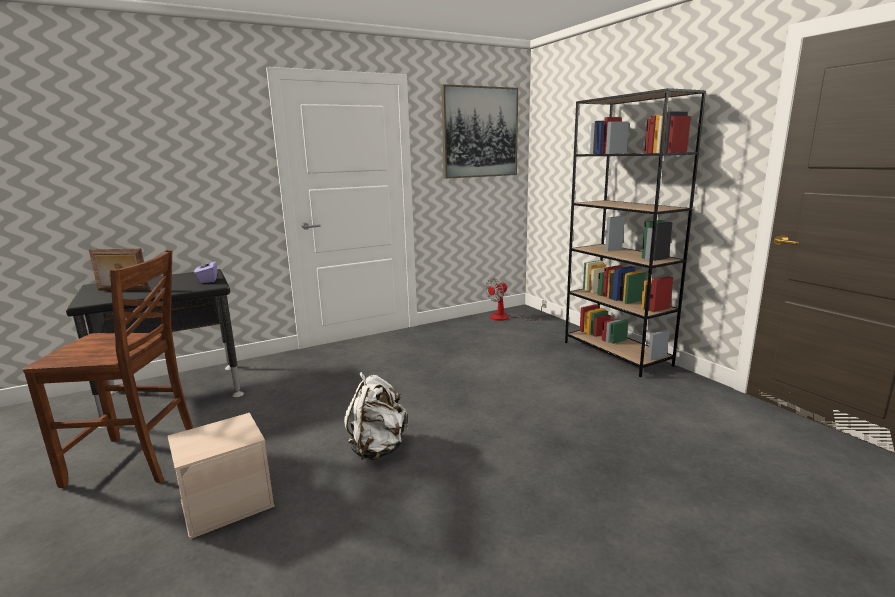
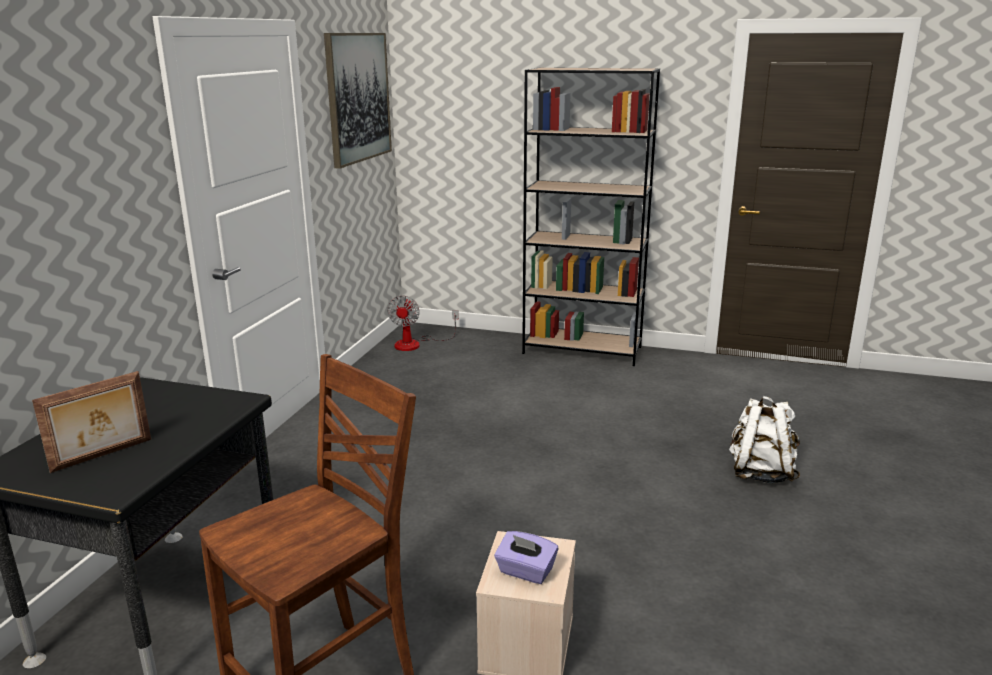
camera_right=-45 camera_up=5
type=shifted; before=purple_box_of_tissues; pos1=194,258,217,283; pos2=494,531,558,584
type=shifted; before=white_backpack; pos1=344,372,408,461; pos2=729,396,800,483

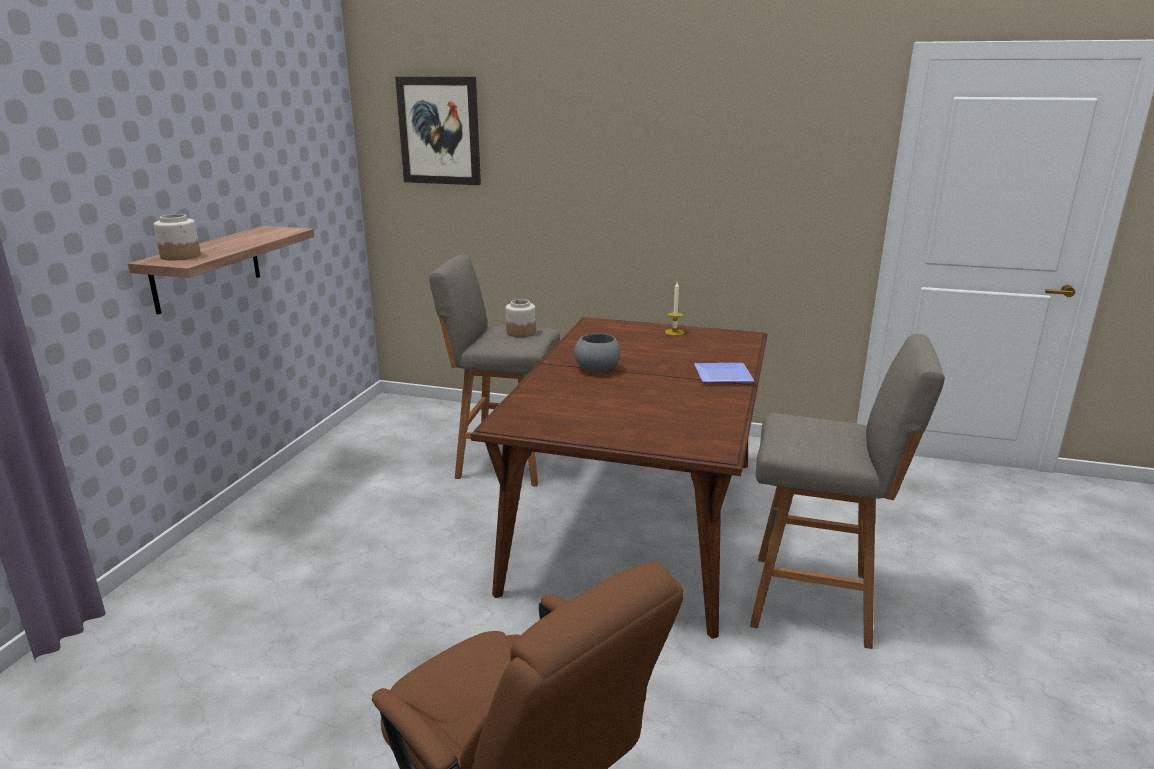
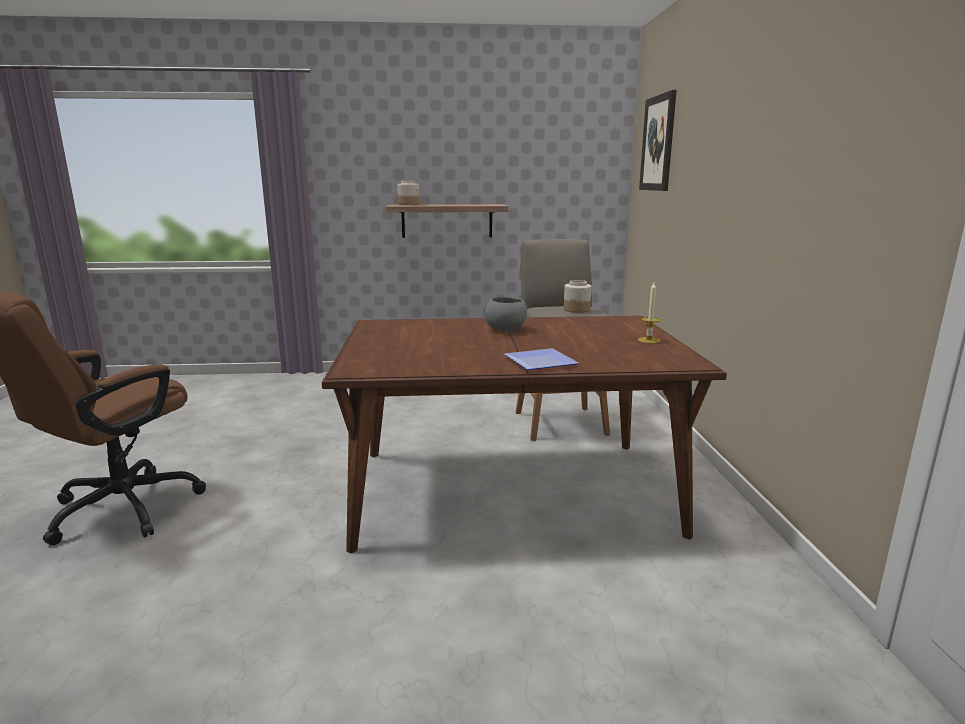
camera_right=70 camera_up=-5
type=gone; before=gray_stool; pos1=750,334,945,649

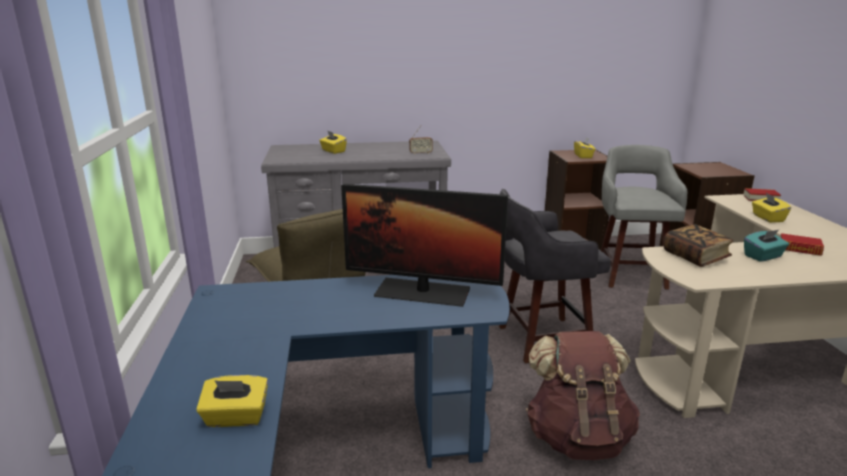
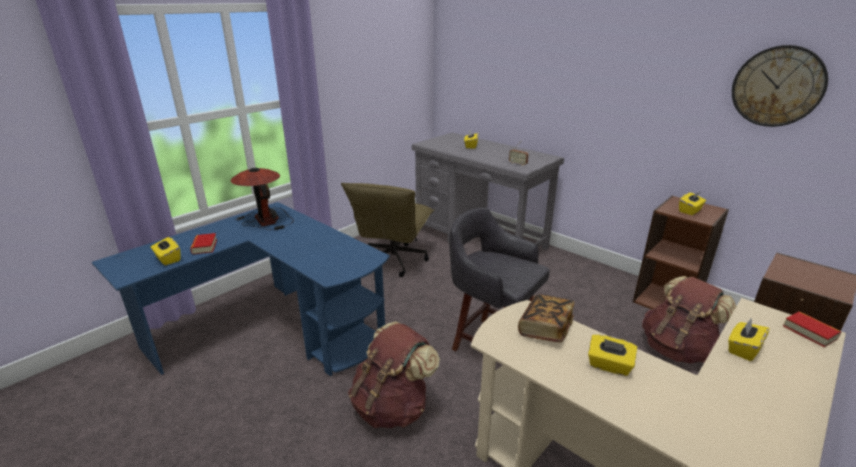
camera_right=50 camera_up=5
type=gone; before=computer_screen; pos1=341,184,508,307
type=swapped; before=gray_stool; after=brown_backpack; pos1=601,145,687,290; pos2=642,276,736,363
type=repainted; before=turquoise-coloured_box_of_tissues; after=yellowish_box_of_tissues; pos1=744,230,789,262; pos2=588,335,637,376
type=shifted; before=book; pos1=780,233,824,256; pos2=190,233,217,254
type=new; after=table_lamp; pos2=231,168,294,230
type=new; after=clock_on_the_wall; pos2=732,45,828,127

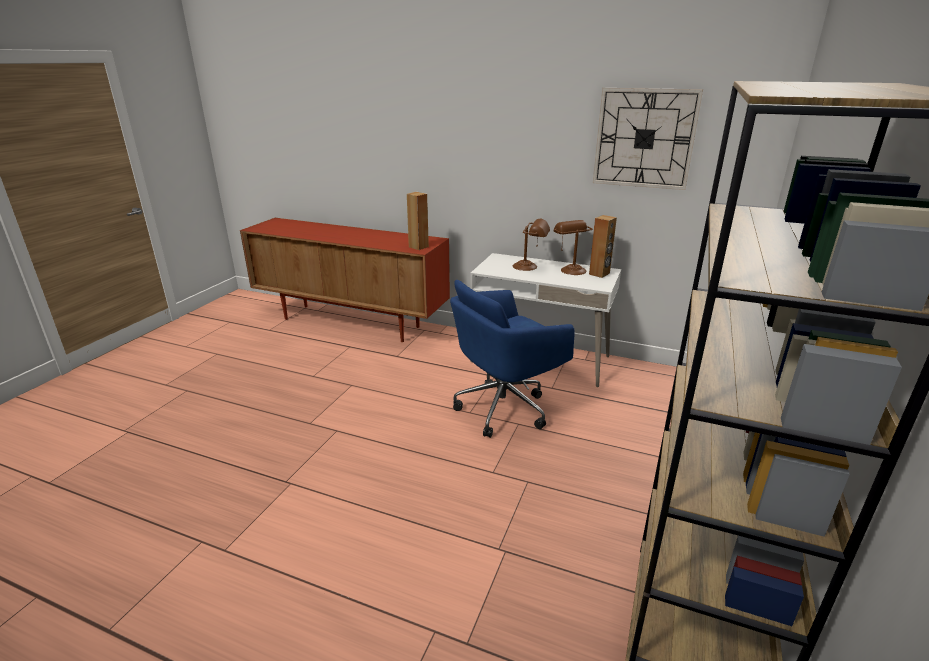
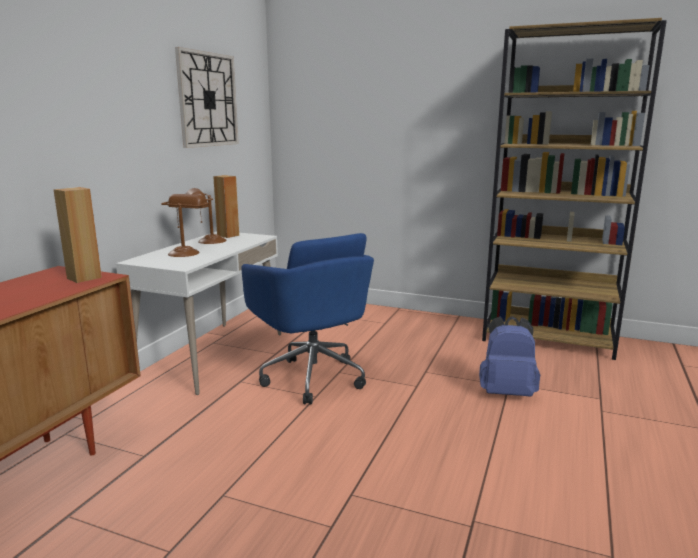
camera_right=-90 camera_up=-10
type=new; after=blue_backpack; pos2=479,316,540,397

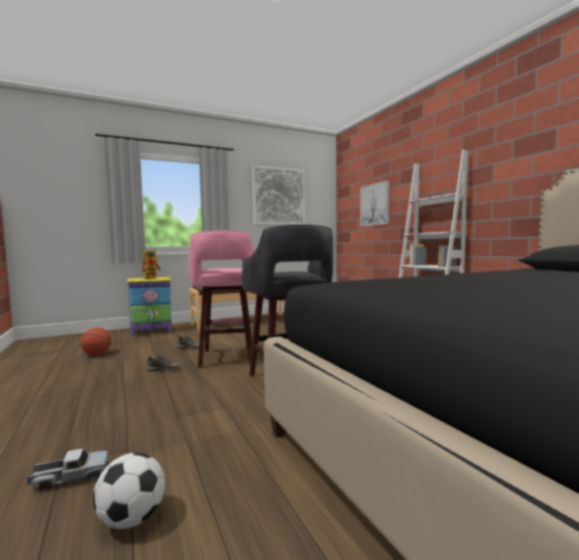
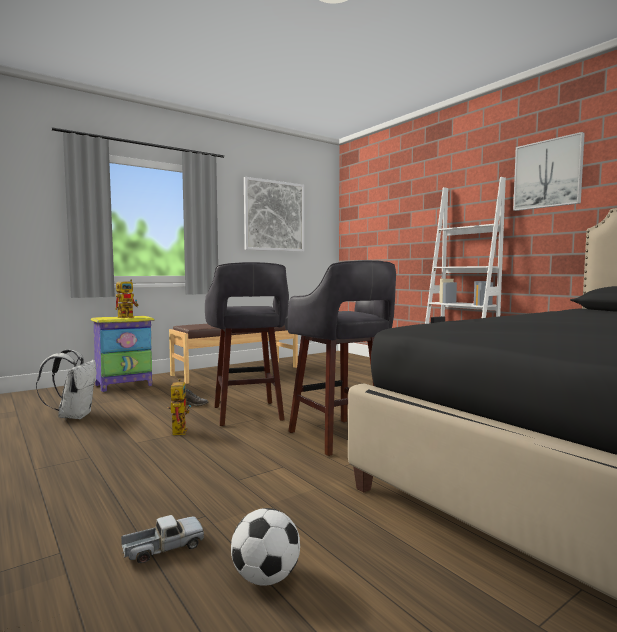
camera_right=-10 camera_up=0
type=swapped; before=basketball_ball; after=white_backpack; pos1=80,328,112,355; pos2=36,349,96,419
type=swapped; before=gray_shoe; after=toy_robot; pos1=146,355,180,371; pos2=167,379,191,435
type=repainted; before=pink-coloured_stool; after=gray_stool; pos1=188,231,255,367; pos2=205,262,289,426
type=shifted; before=wall_picture; pos1=360,180,389,226; pos2=513,132,585,211

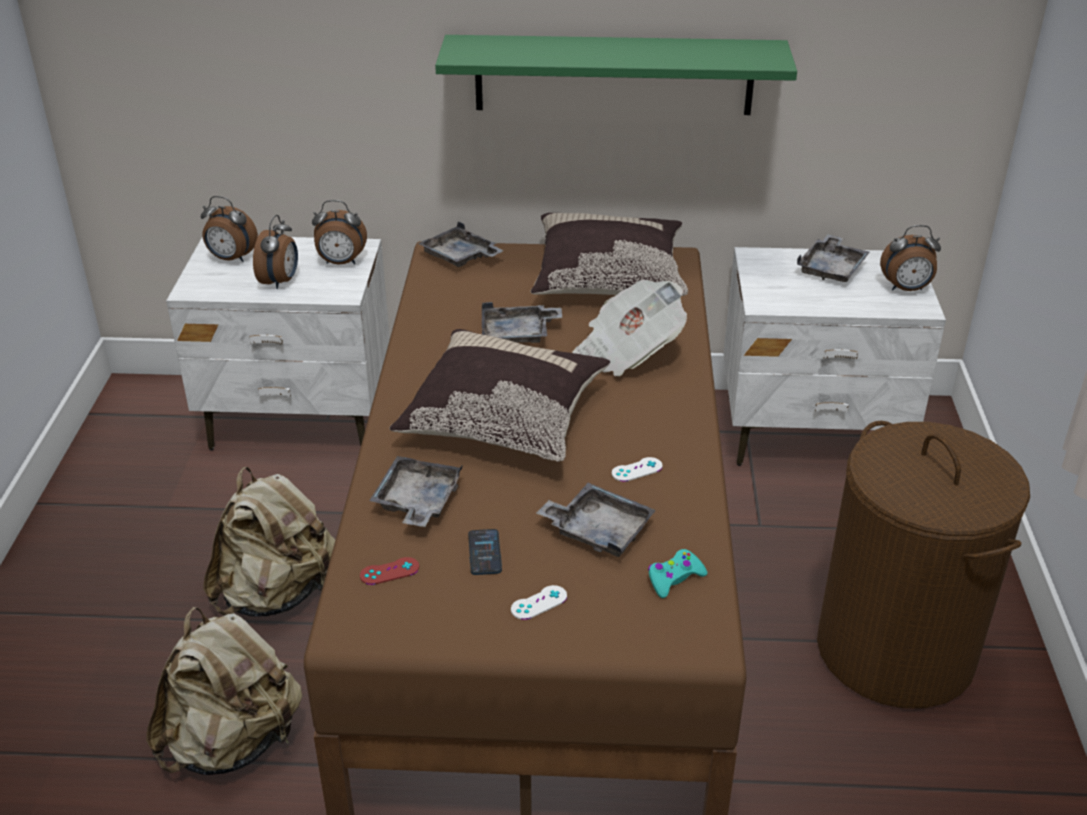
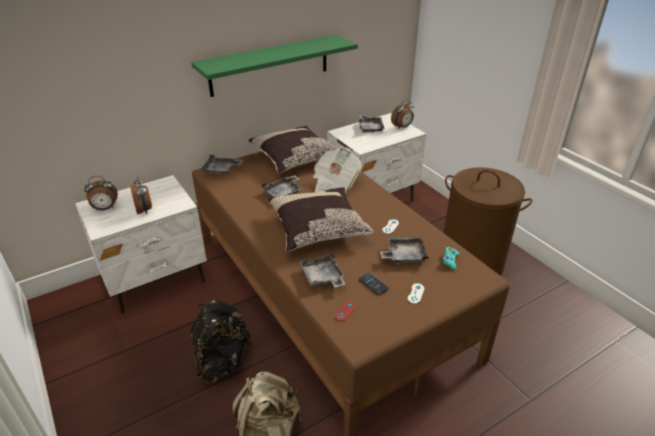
camera_right=-35 camera_up=0
type=repainted; before=sand-coloured_backpack; after=black-coloured_backpack; pos1=203,467,335,617; pos2=190,300,252,383
type=gone; before=alarm_clock; pos1=312,200,367,264

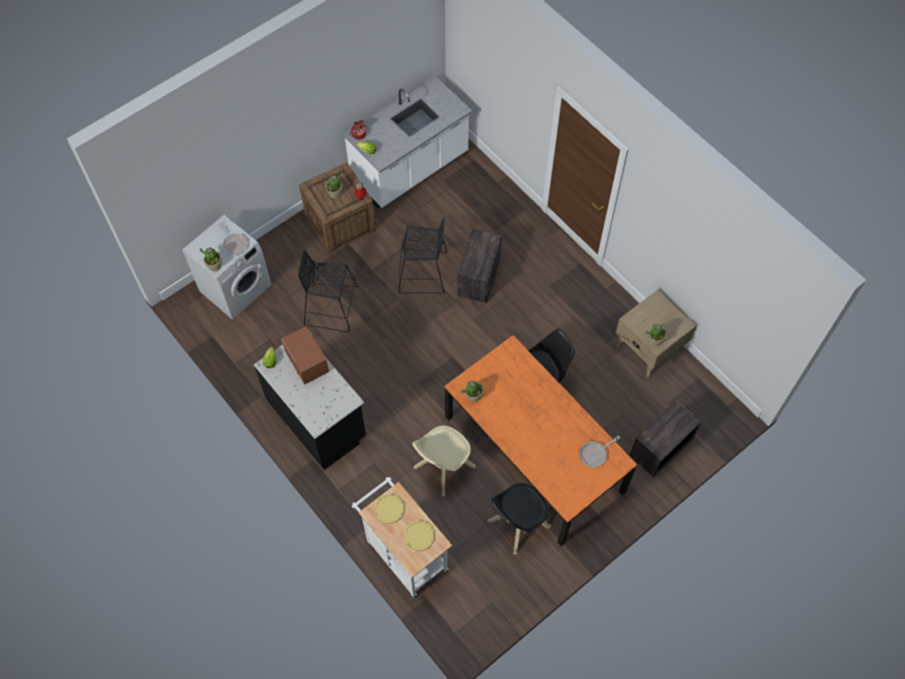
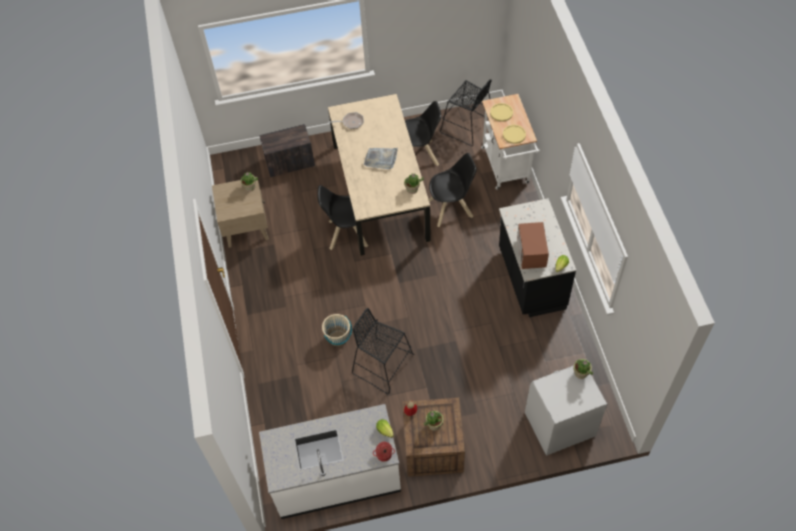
camera_right=-150 camera_up=-5
type=gone; before=skillet; pos1=218,223,248,256
type=shifted; before=black-coloured_stool; pos1=298,250,359,333; pos2=440,79,491,146
type=repainted; before=sand-coloured_plain_chair; after=black-coloured_plain_chair; pos1=412,425,476,497; pos2=429,153,477,227
type=repainted; before=orangey_kitchen_table; after=sand-coloured_kitchen_table; pos1=444,335,637,546; pos2=328,94,431,256
type=swapped; before=crate; after=sand-coloured_water_bucket; pos1=458,229,502,303; pos2=322,314,352,347
type=new; after=gray_carrying_tray; pos2=364,148,398,169

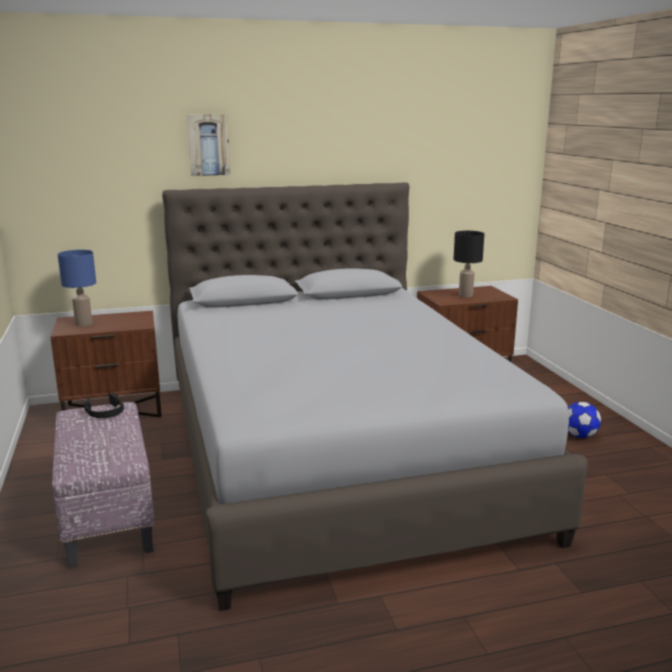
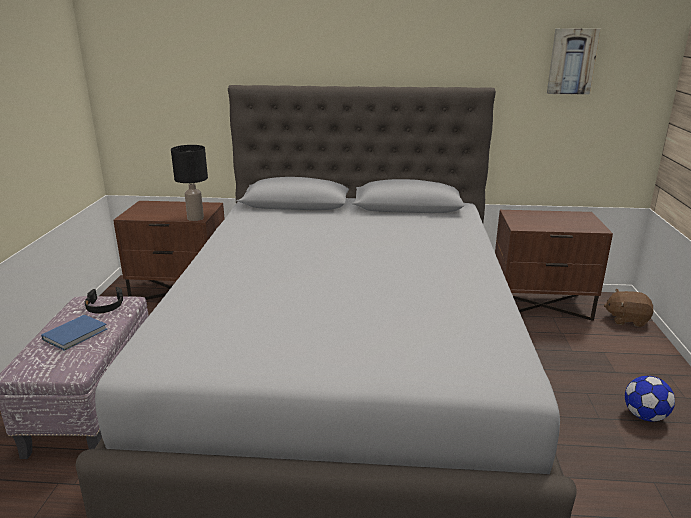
camera_right=20 camera_up=5
type=gone; before=blue_table_lamp; pos1=57,250,96,327
type=shifted; before=wall_picture; pos1=187,114,230,176; pos2=547,28,600,95
type=shifted; before=black-coloured_table_lamp; pos1=453,231,484,298; pos2=171,145,208,221
type=new; after=blue_book; pos2=41,315,107,351
type=new; after=brown_cuddly_toy; pos2=604,289,653,327

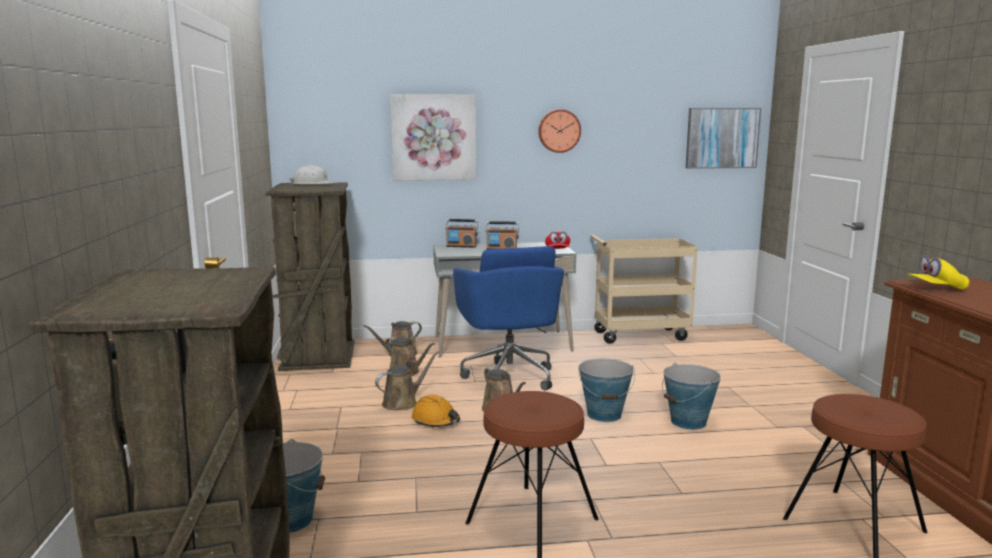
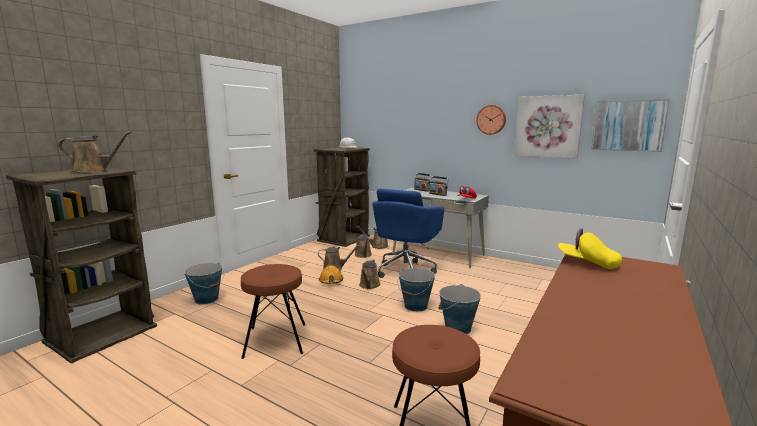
camera_right=40 camera_up=0
type=shifted; before=wall_picture; pos1=390,94,476,180; pos2=514,95,585,159
type=gone; before=sand-coloured_trolley; pos1=590,234,698,344
type=new; after=brown_watering_can; pos2=58,131,131,172

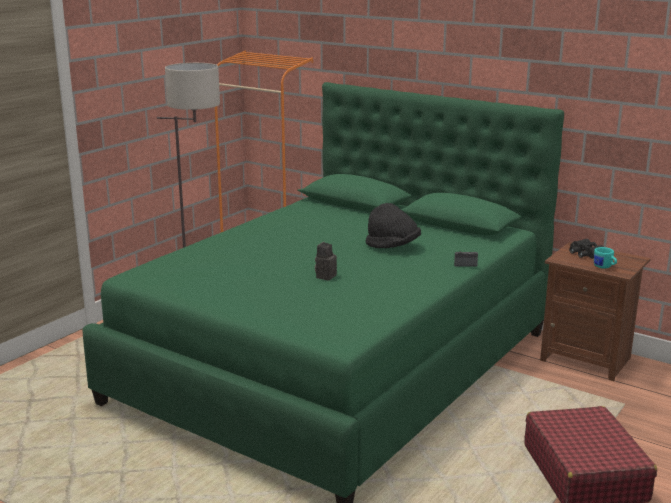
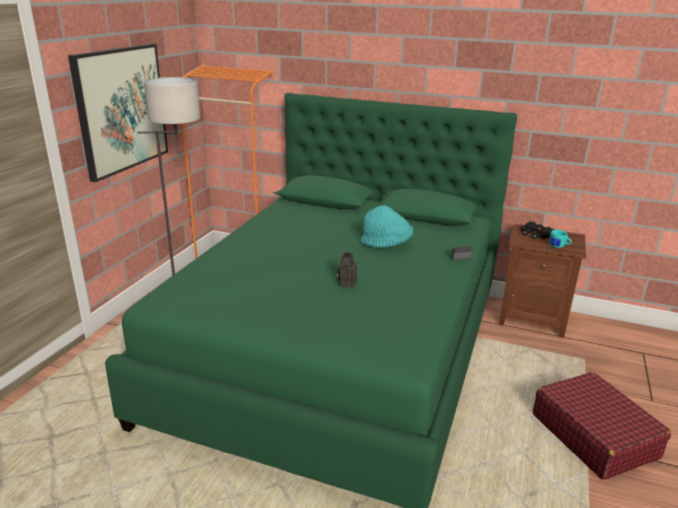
camera_right=-15 camera_up=5
type=repainted; before=black-coloured_wearable_hat; after=turquoise-coloured_wearable_hat; pos1=366,203,421,248; pos2=361,205,413,248
type=new; after=wall_picture; pos2=68,44,168,182

